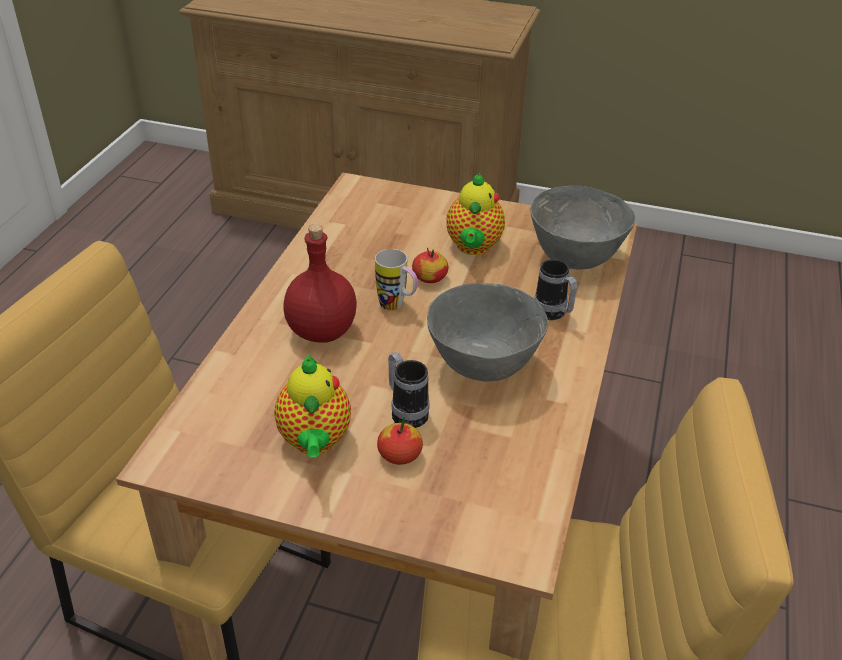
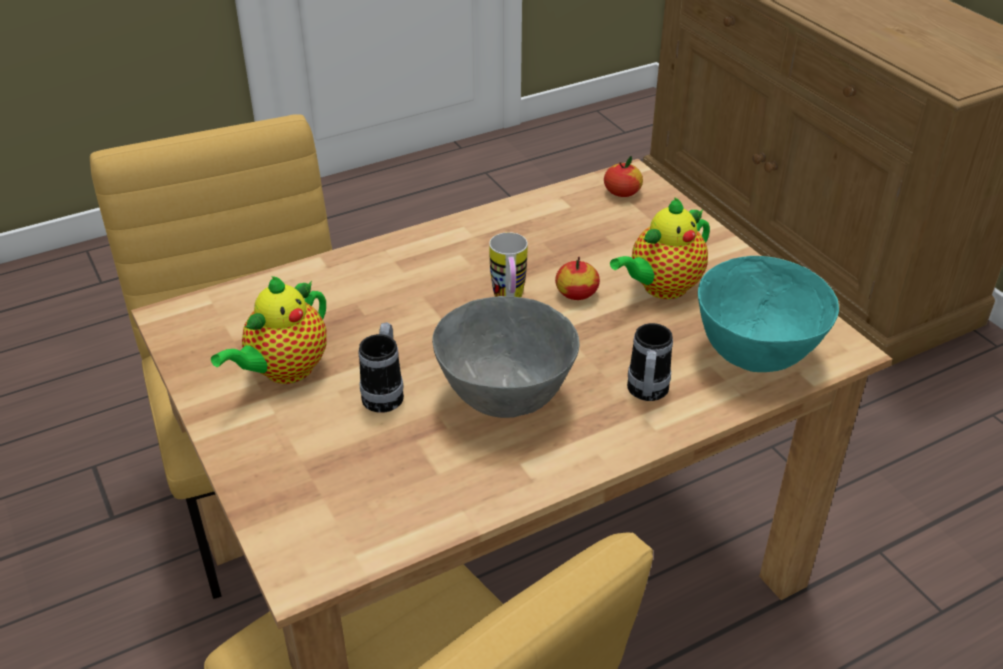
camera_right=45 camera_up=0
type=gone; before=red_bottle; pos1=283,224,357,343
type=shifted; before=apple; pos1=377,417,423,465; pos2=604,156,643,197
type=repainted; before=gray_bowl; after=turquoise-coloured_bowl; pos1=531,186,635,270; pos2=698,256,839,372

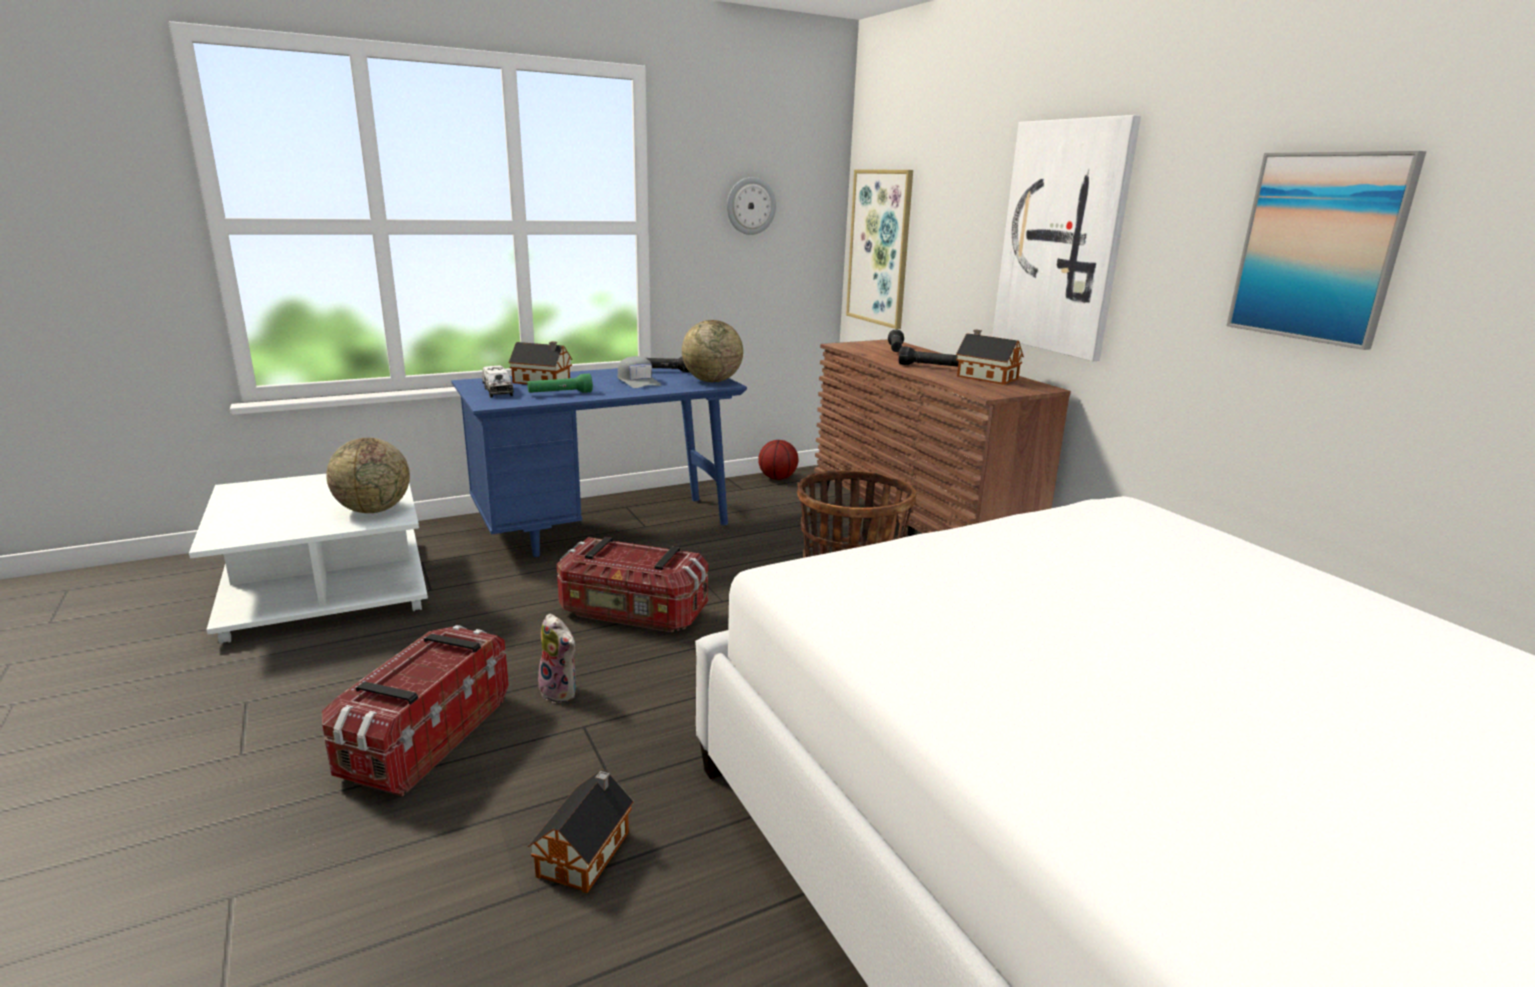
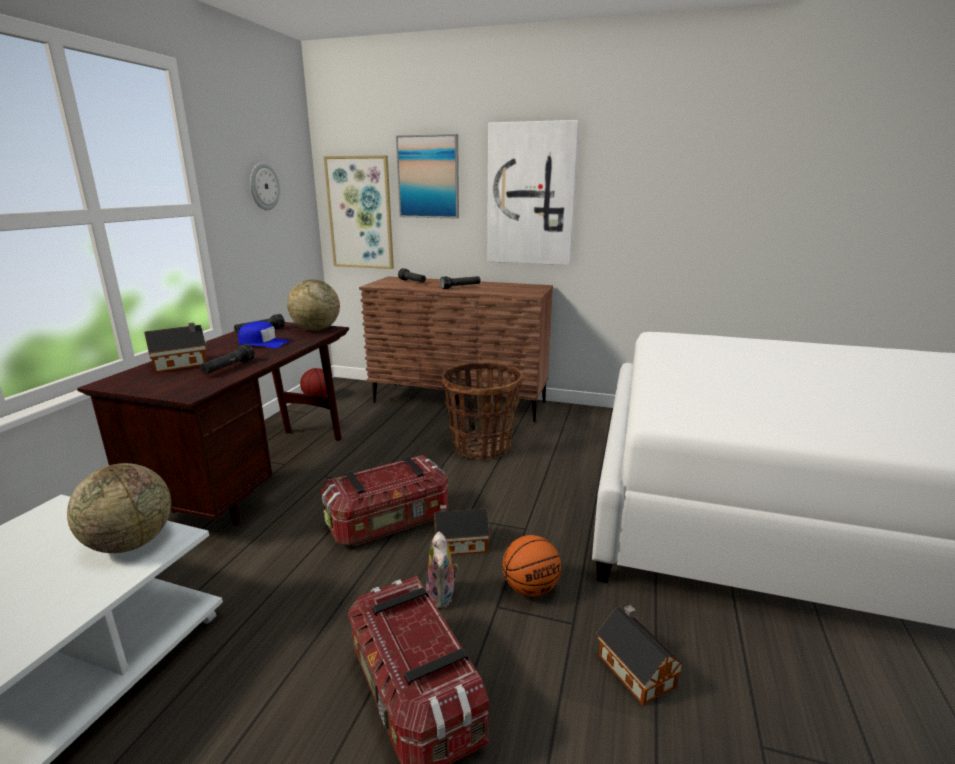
camera_right=-45 camera_up=0
type=repainted; before=blue_desk; after=brown_desk; pos1=452,368,747,557; pos2=77,322,349,526
type=gone; before=toy_lorry; pos1=482,365,514,398
type=repainted; before=green-coloured_torch; after=black-coloured_torch; pos1=527,374,593,393; pos2=200,344,255,374
type=rotated; before=cuddly_toy; pos1=538,614,576,703; pos2=426,532,459,609; turn=90
type=repainted; before=gray_baseball_cap; after=blue_baseball_cap; pos1=618,356,661,388; pos2=238,321,290,348
type=shifted; before=miniature_house; pos1=956,330,1024,385; pos2=434,505,489,555
type=shifted; before=wall_picture; pos1=1227,151,1426,350; pos2=396,134,459,218
type=new; after=basketball_ball; pos2=503,535,561,597

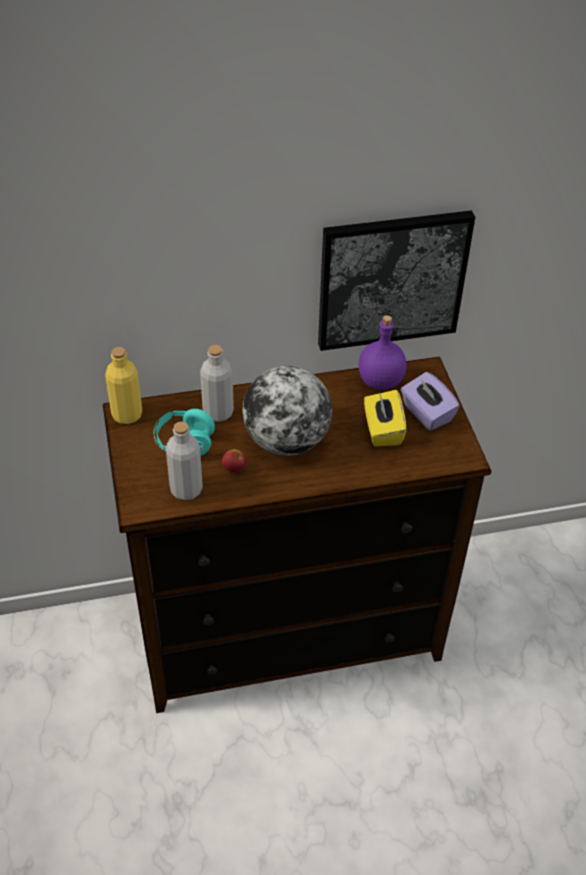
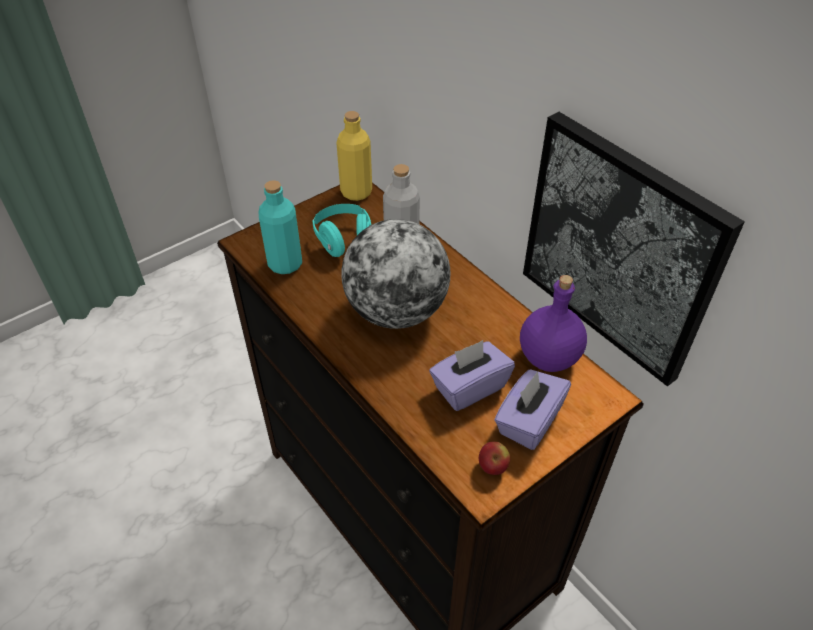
camera_right=65 camera_up=0
type=repainted; before=gray_bottle; after=turquoise-coloured_bottle; pos1=166,421,203,500; pos2=259,180,302,274
type=shifted; before=apple; pos1=222,449,247,473; pos2=479,442,510,475
type=repainted; before=yellowish_box_of_tissues; after=purple_box_of_tissues; pos1=364,390,407,447; pos2=429,340,515,411

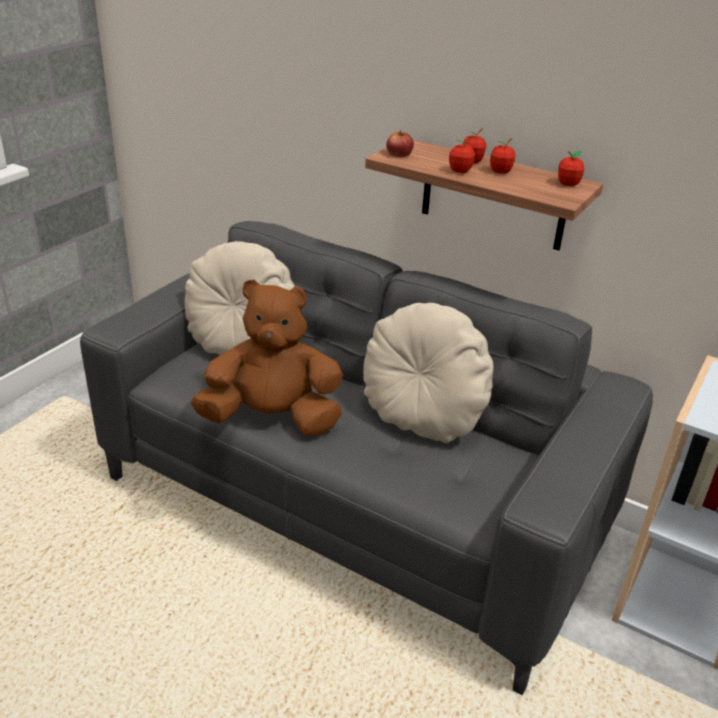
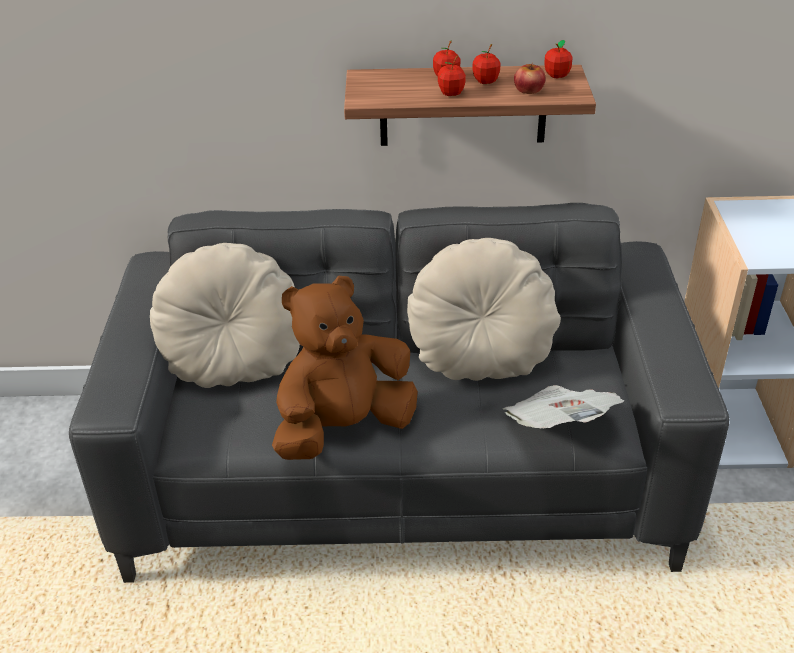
camera_right=-30 camera_up=5
type=shifted; before=apple; pos1=386,130,414,157; pos2=514,63,546,94
type=new; after=printed_paper; pos2=503,385,624,428

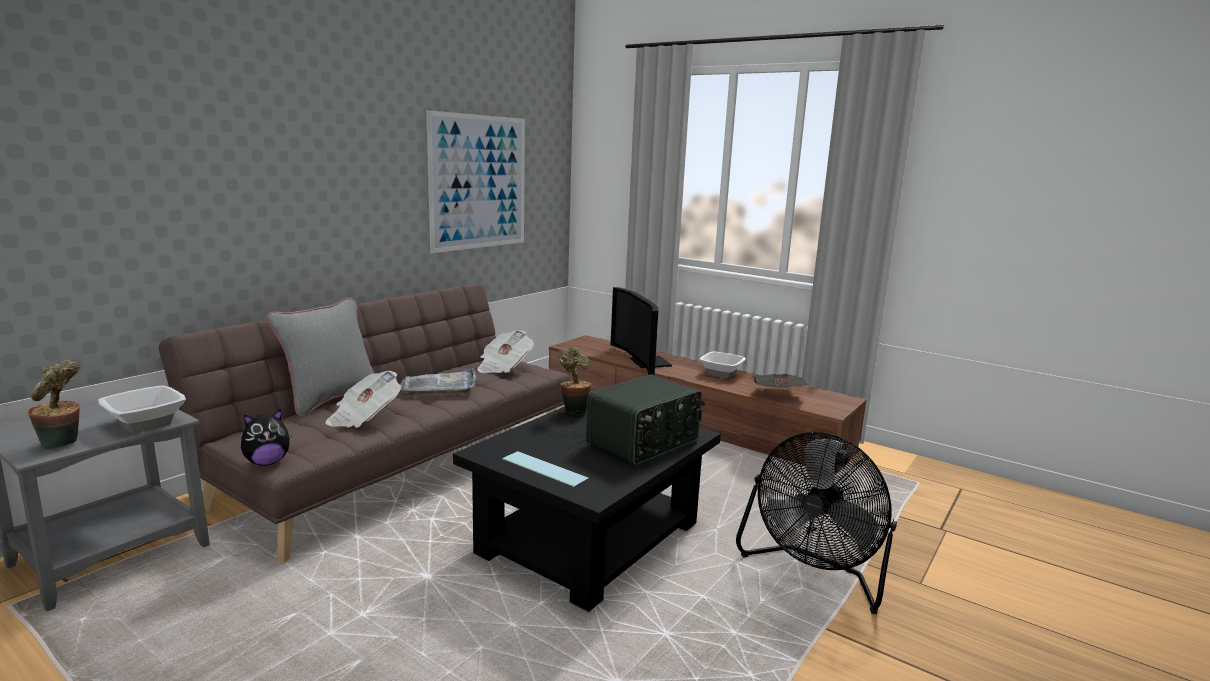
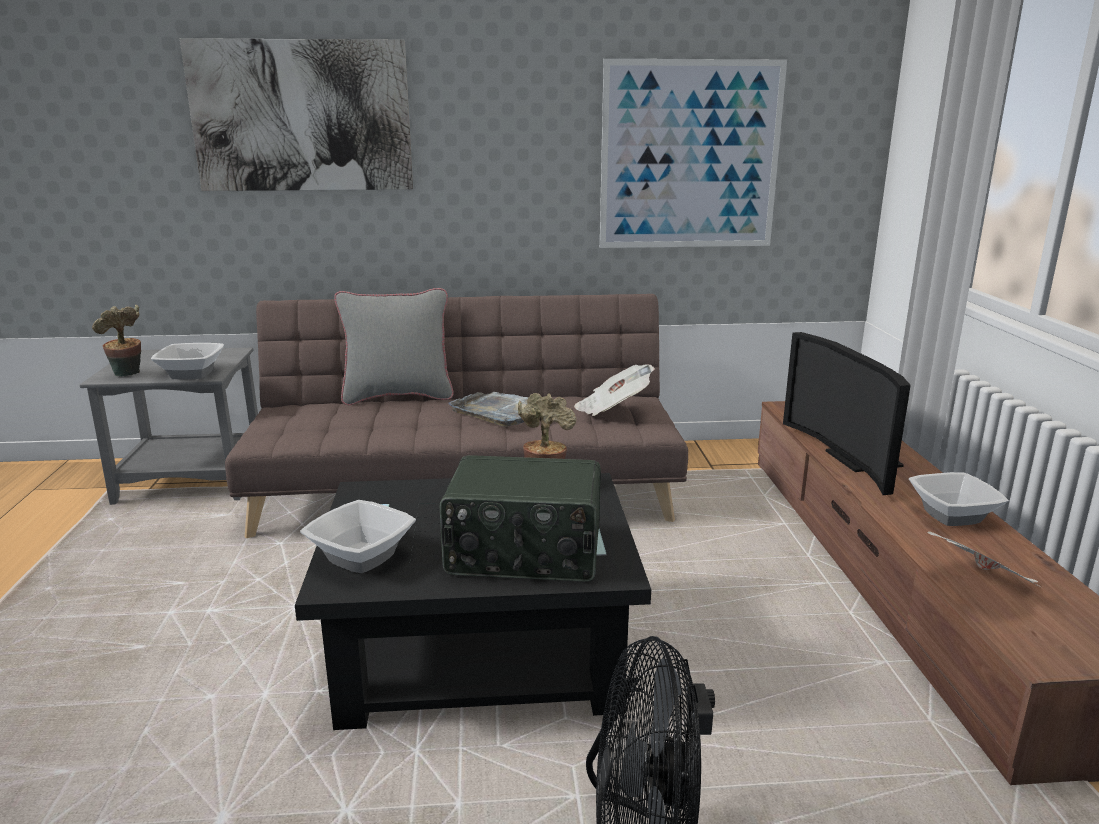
camera_right=50 camera_up=5
type=gone; before=cuddly_toy; pos1=241,409,292,466
type=gone; before=printed_paper; pos1=325,371,401,428
type=rotated; before=television; pos1=611,287,672,375; pos2=783,332,911,495; turn=-45
type=new; after=wall_picture; pos2=180,38,413,191
type=new; after=bowl; pos2=300,500,416,573

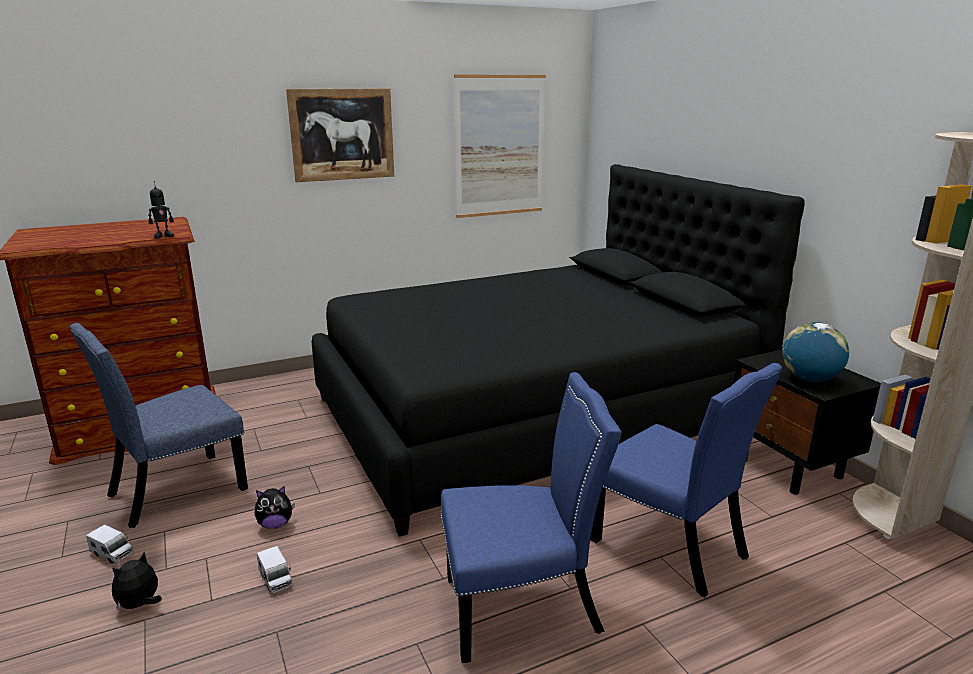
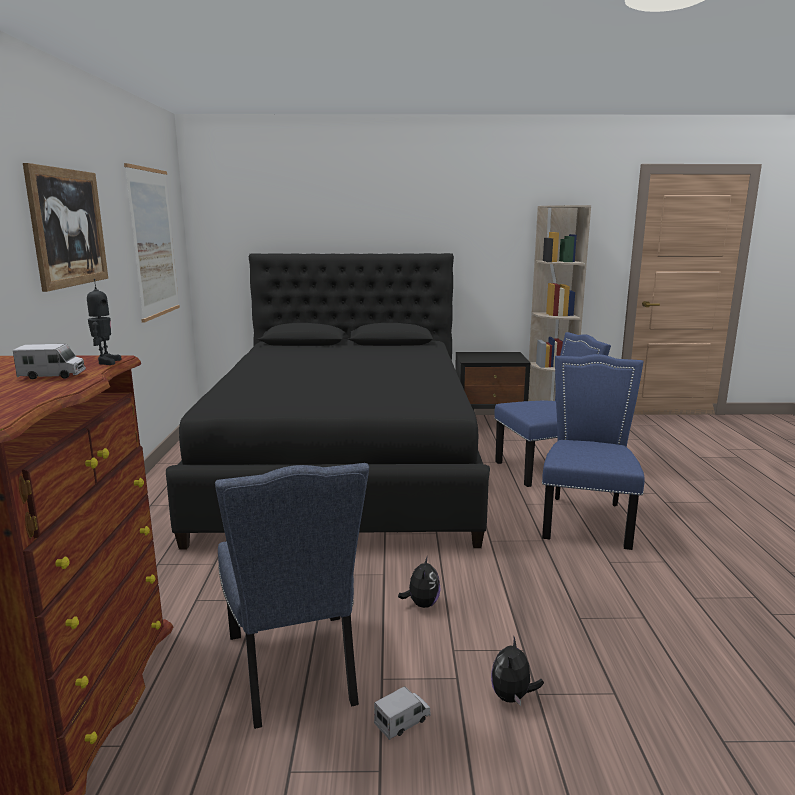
camera_right=-65 camera_up=-5
type=rotated; before=cuddly_toy; pos1=112,552,162,612; pos2=491,637,544,706; turn=45
type=shifted; before=toy_lorry; pos1=257,546,293,594; pos2=13,344,86,379
type=gone; before=globe; pos1=782,322,849,382

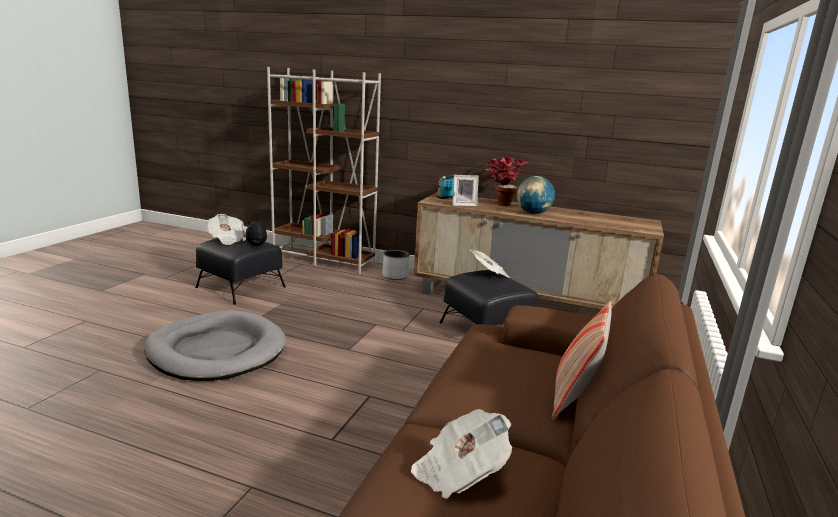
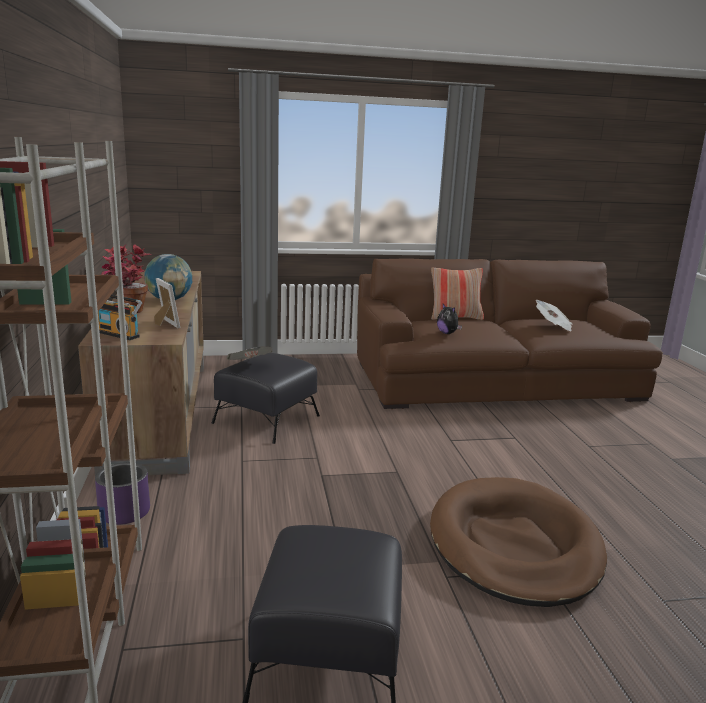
camera_right=-120 camera_up=0
type=repainted; before=gray_dog_bed; after=brown_dog_bed; pos1=144,310,286,381; pos2=430,477,607,607
type=gone; before=printed_paper; pos1=207,214,245,245
type=shifted; before=cuddly_toy; pos1=242,220,267,246; pos2=437,304,462,334
type=repainted; before=gray_plant_pot; after=purple_plant_pot; pos1=382,250,410,280; pos2=95,462,150,525

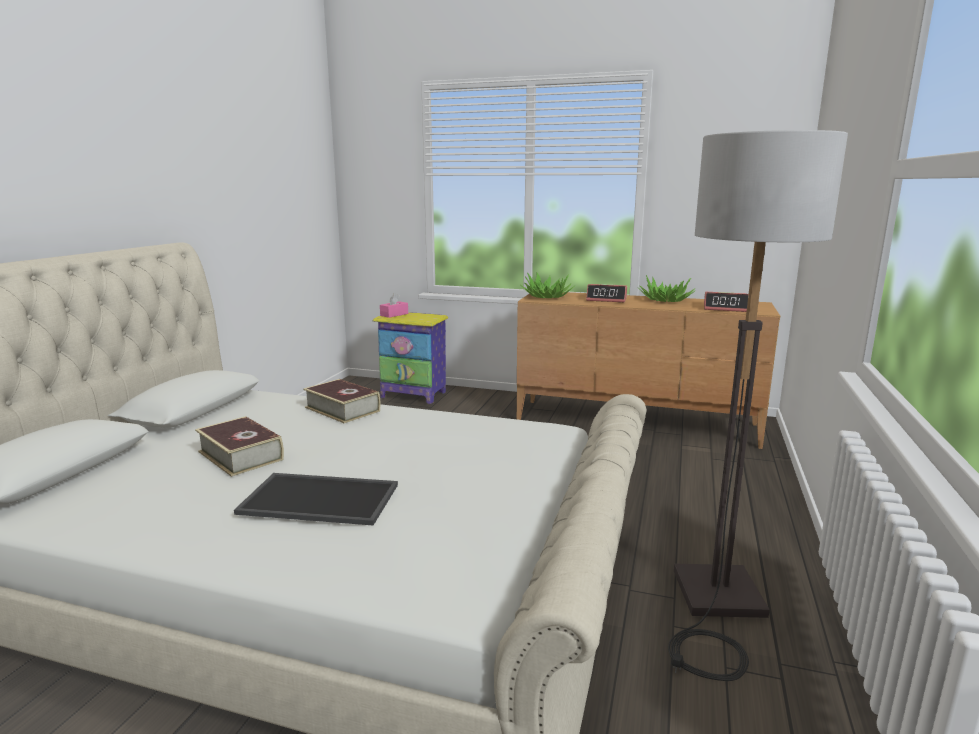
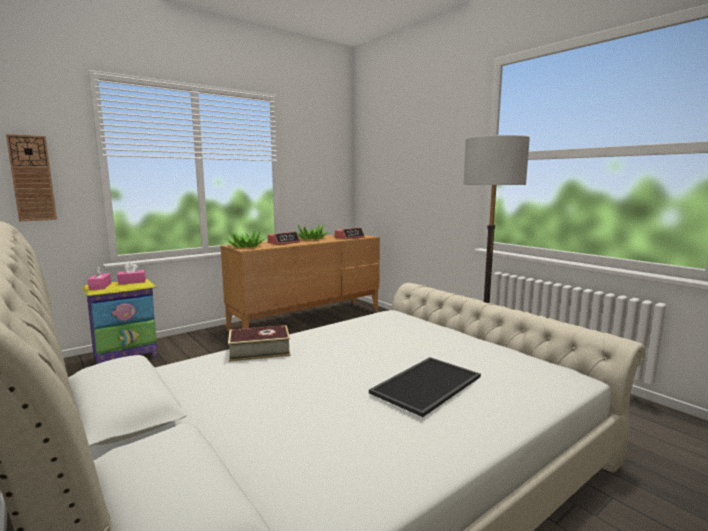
camera_right=-55 camera_up=-5
type=gone; before=book; pos1=195,416,284,477
type=new; after=clock_on_the_wall; pos2=6,134,57,221
type=new; after=pink-coloured_box_of_tissues; pos2=117,262,146,285

